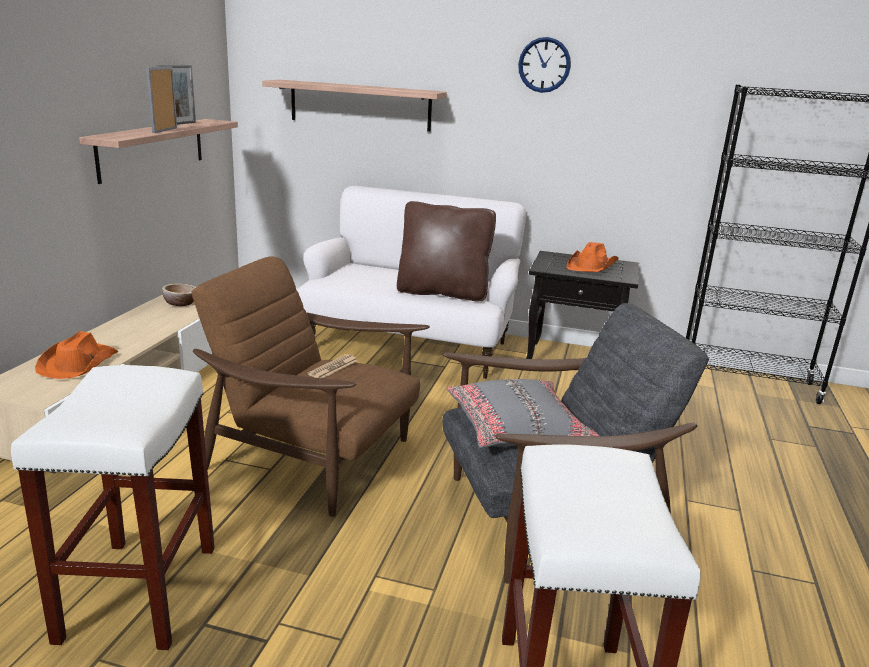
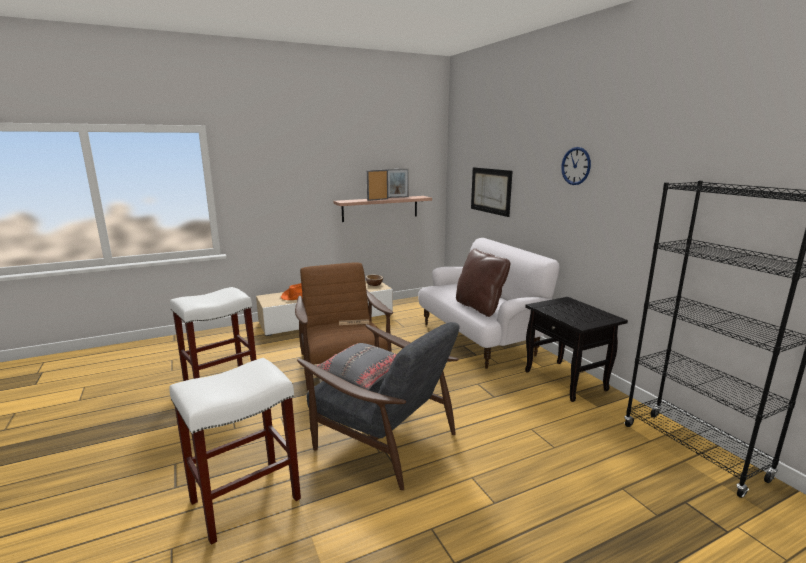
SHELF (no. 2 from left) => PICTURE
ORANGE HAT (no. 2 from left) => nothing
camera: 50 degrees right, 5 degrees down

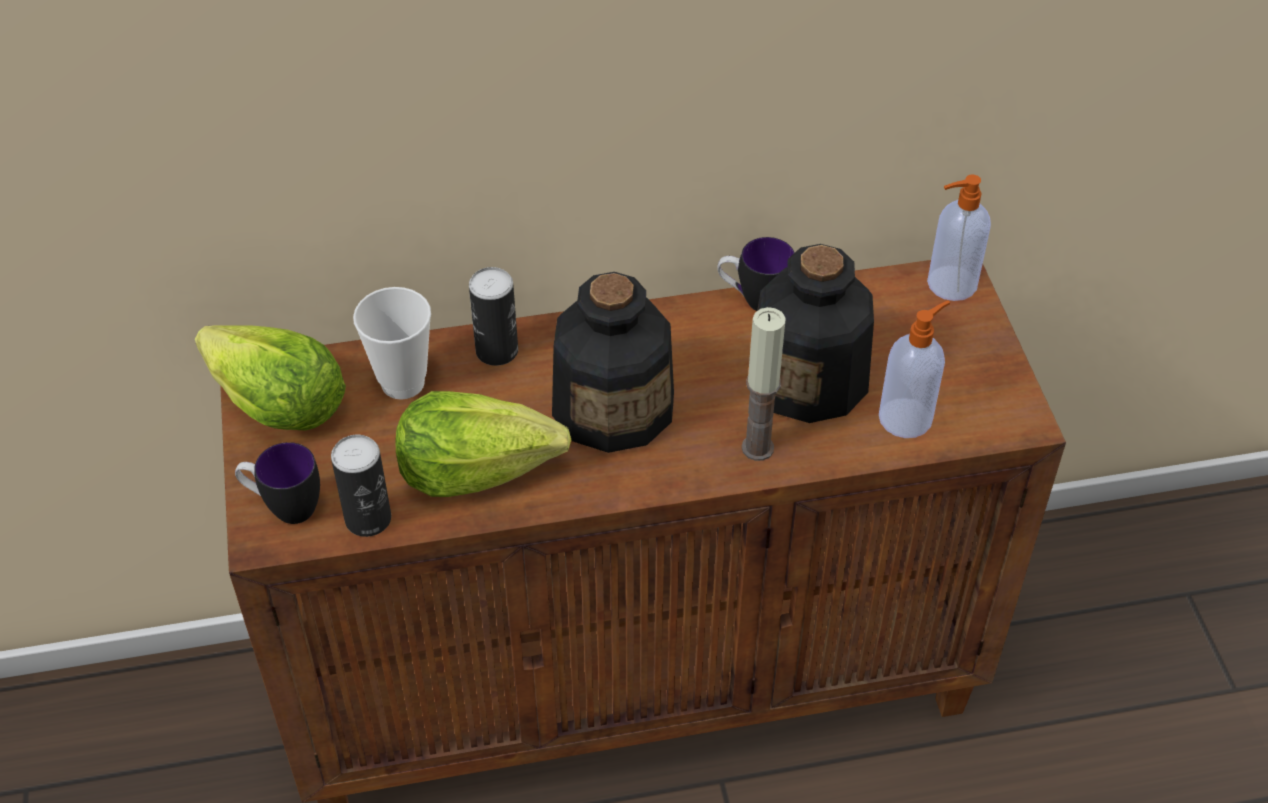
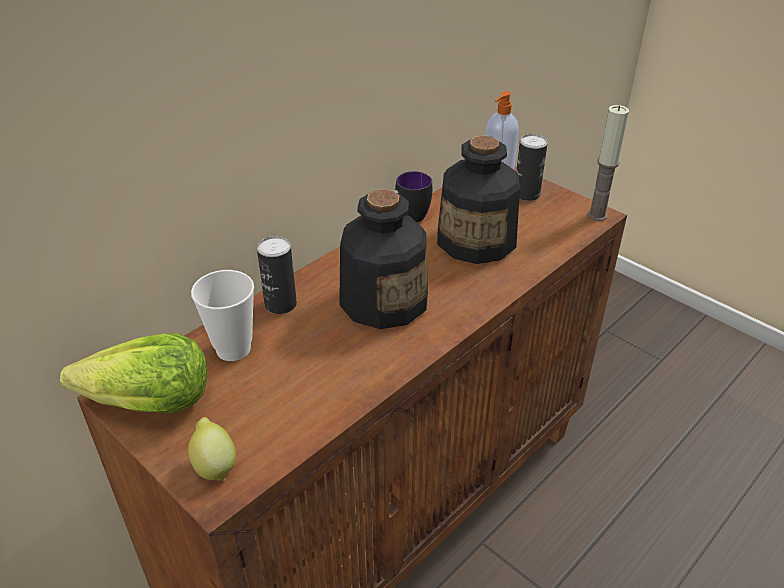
MUG (no. 1 from left) => LEMON
CAN (no. 1 from left in the first image) => CAN (no. 2 from left), relocated
CANDLE, relocated
LETTUCE (no. 2 from left) => nothing
SOAP DISPENSER (no. 1 from left) => nothing
camera: 35 degrees left, 10 degrees down

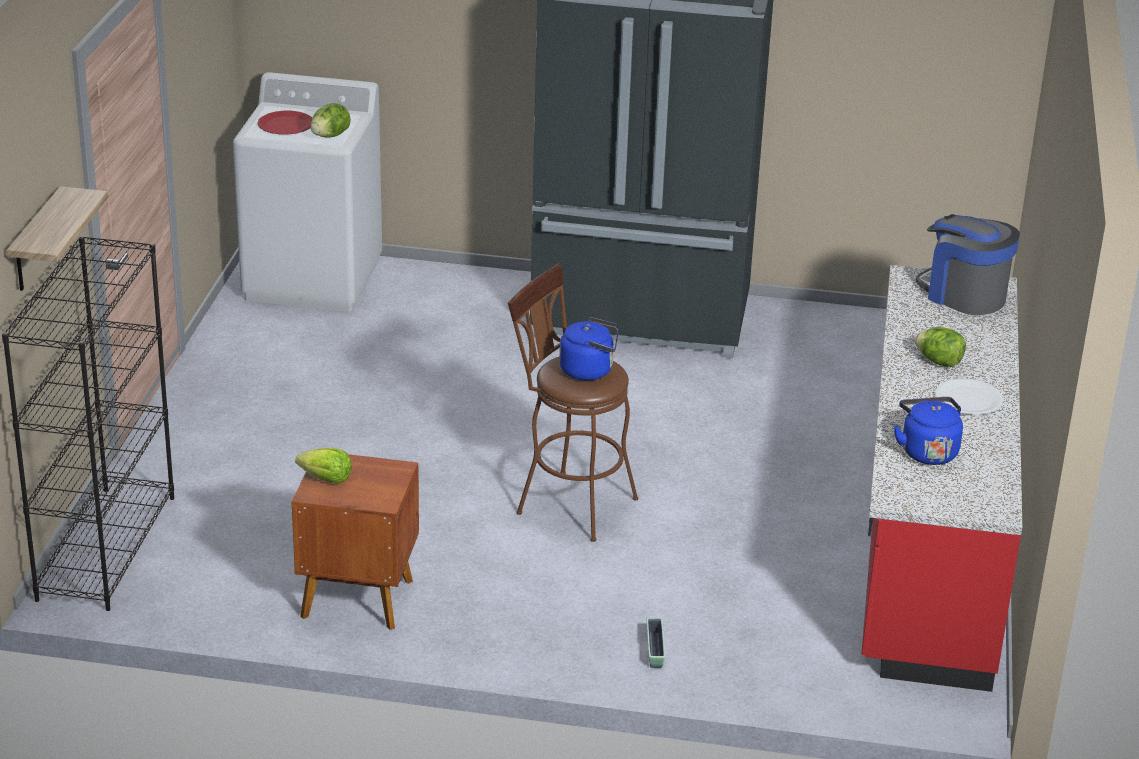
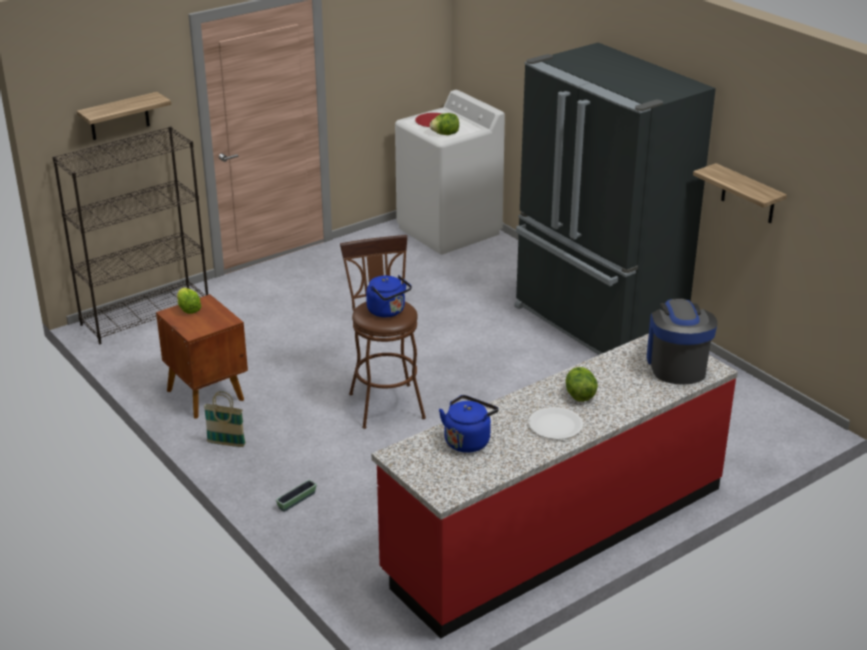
nothing => BASKET
nothing => SHELF (no. 2 from left)
camera: 45 degrees right, 0 degrees up

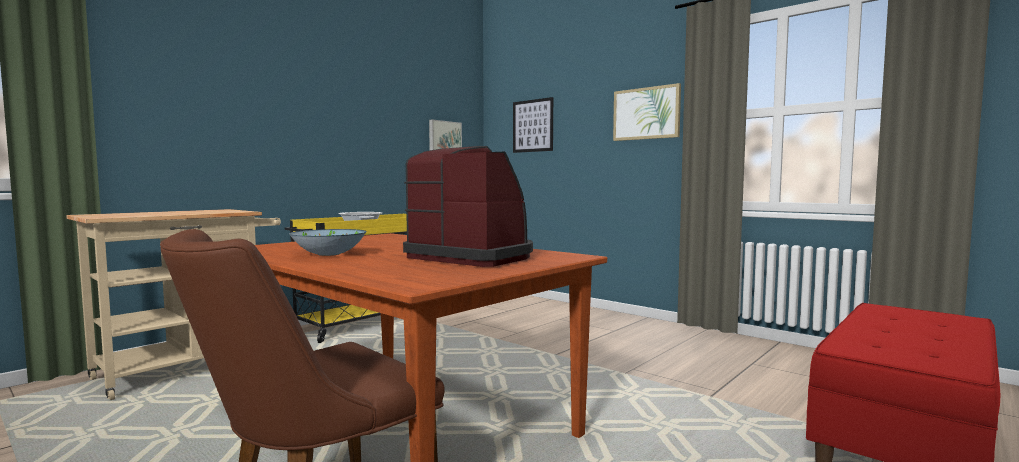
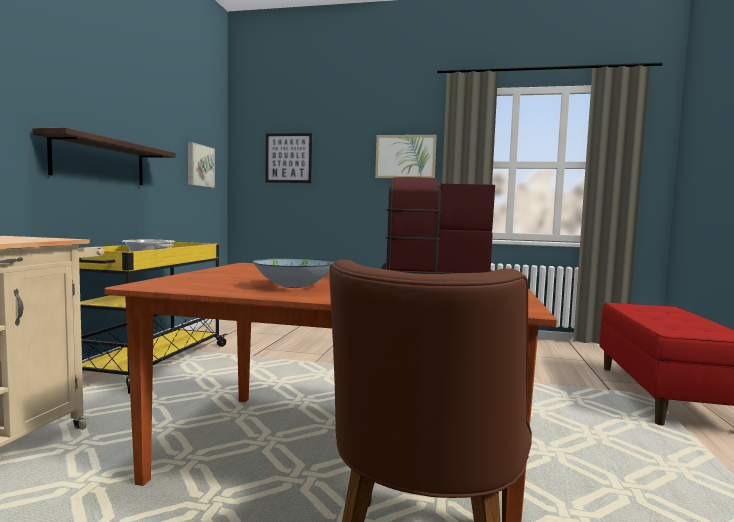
nothing => SHELF
camera: 30 degrees left, 0 degrees up

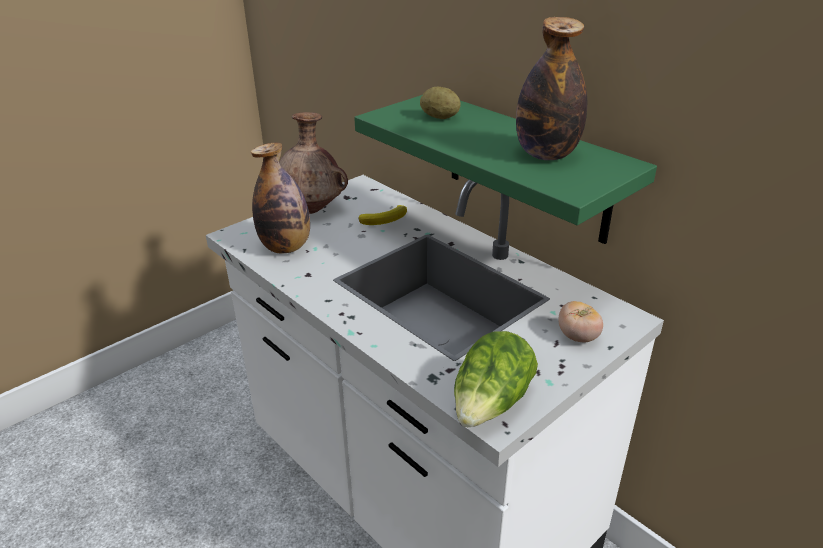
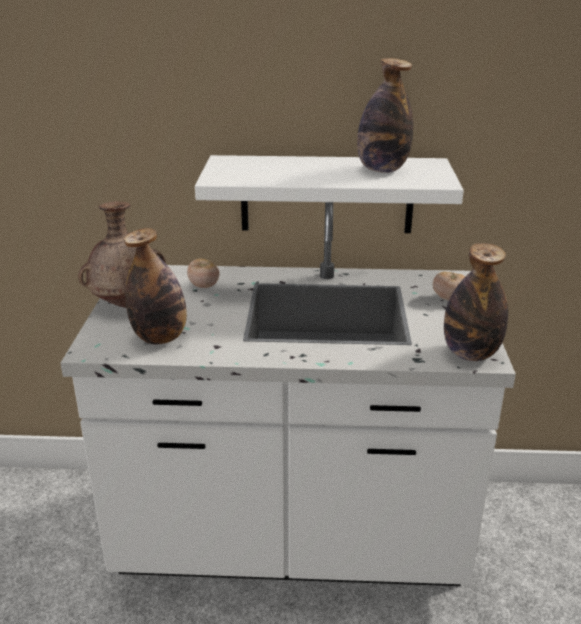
BANANA => TOMATO (no. 1 from left)
GREEN SHELF => WHITE SHELF
LETTUCE => BOTTLE (no. 3 from left)
POTATO => nothing
camera: 45 degrees left, 5 degrees down

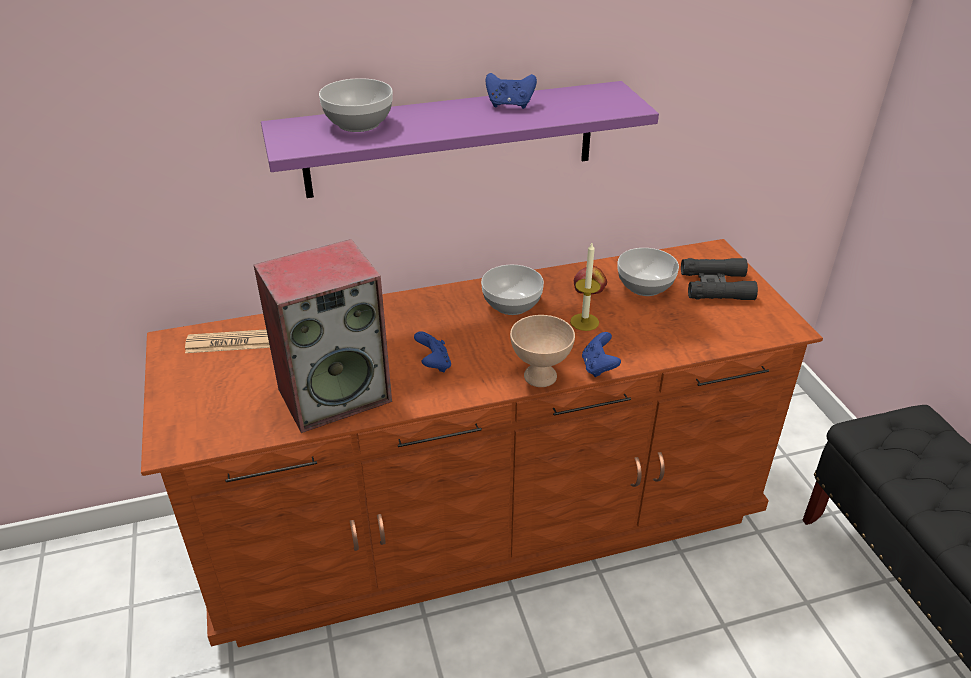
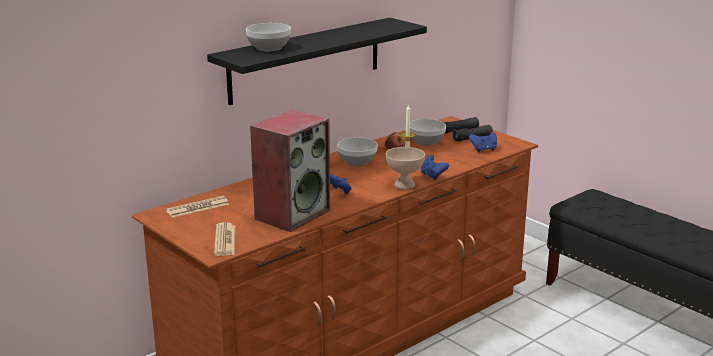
PURPLE SHELF => BLACK SHELF
nothing => NEWSPAPER (no. 2 from left)
BLUE GAME CONTROLLER (no. 2 from left in the first image) => BLUE GAME CONTROLLER (no. 3 from left), relocated
camera: 25 degrees left, 15 degrees down

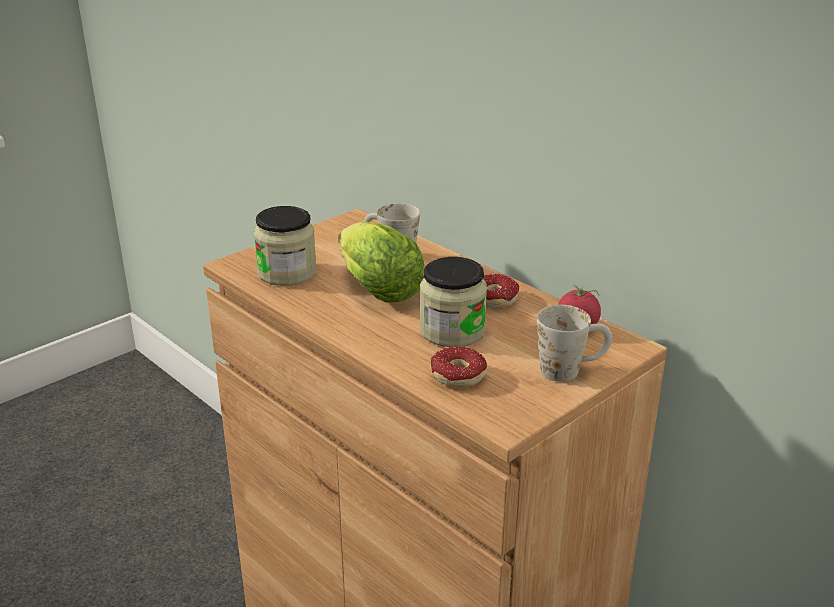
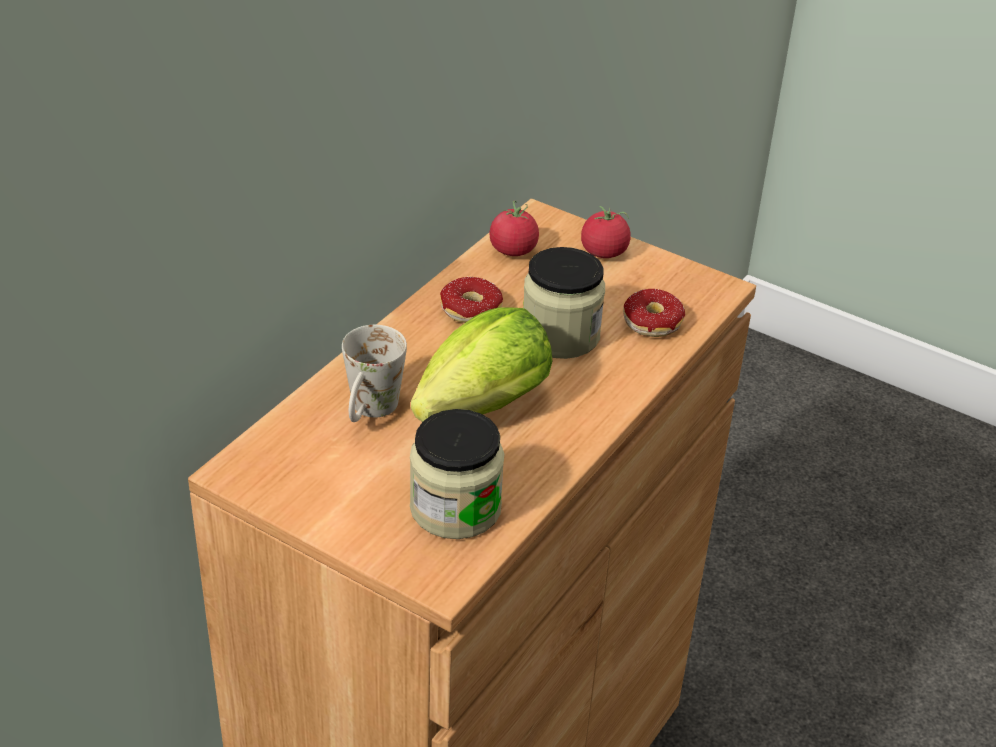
WHITE MUG (no. 2 from left) => TOMATO (no. 2 from left)
camera: 105 degrees left, 10 degrees up

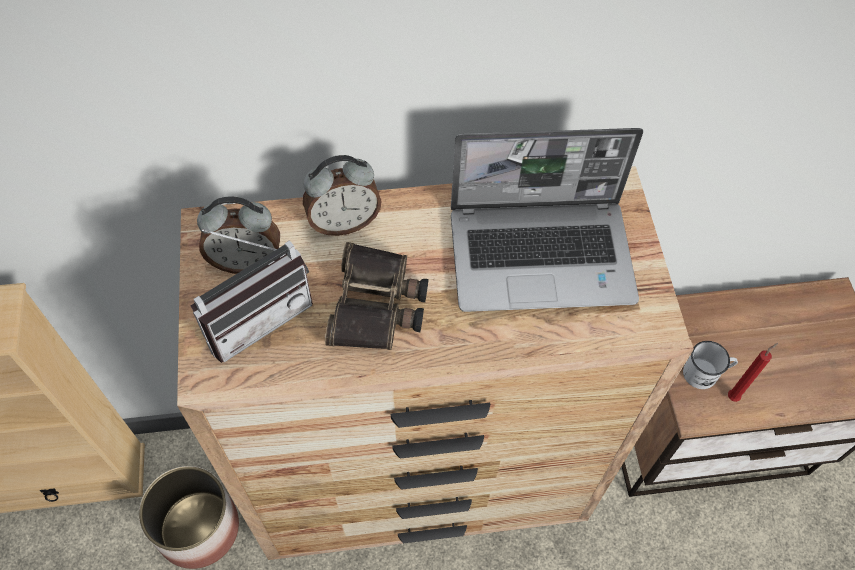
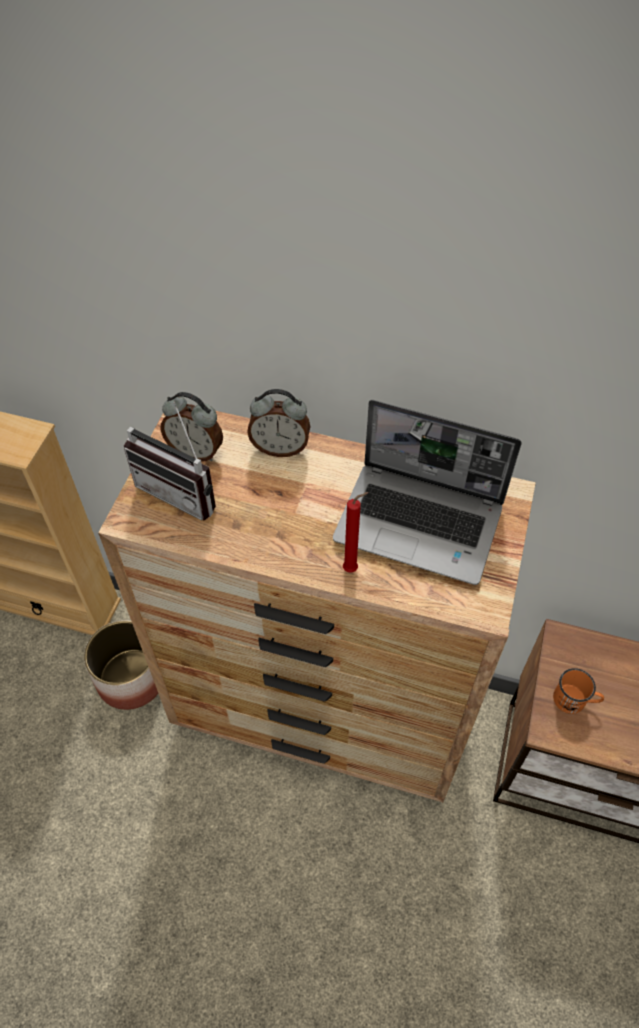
RADIO, 45 degrees clockwise
RED CANDLE, relocated
WHITE MUG => ORANGE MUG
BINOCULARS => nothing
camera: 25 degrees right, 5 degrees down

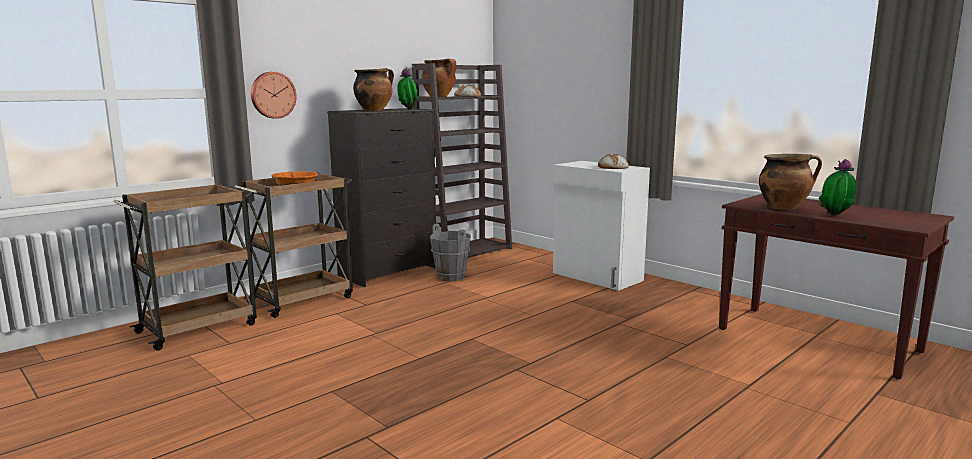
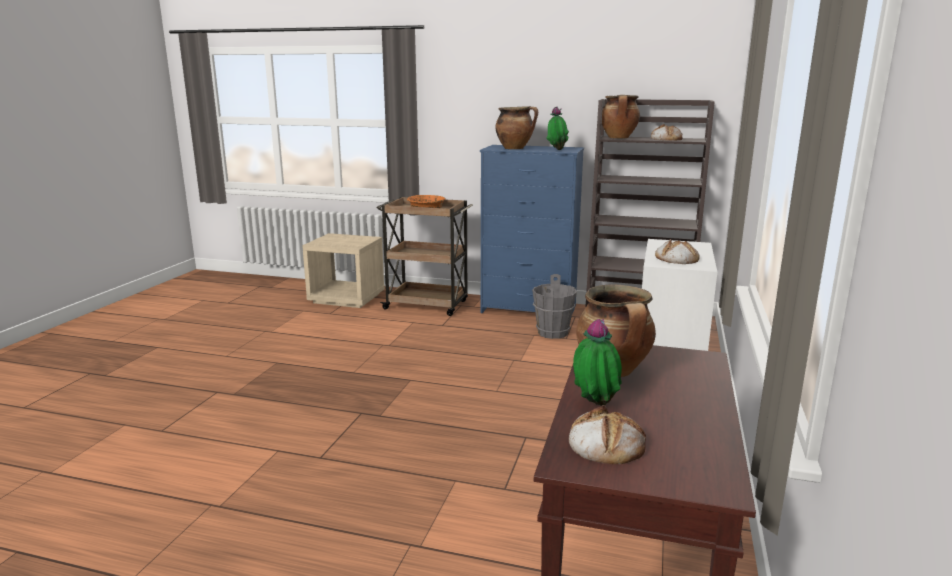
BROWN CART (no. 1 from left) => BEIGE NIGHTSTAND
BLACK DRESSER => BLUE DRESSER
nothing => BREAD (no. 1 from left)
WALL CLOCK => nothing
camera: 60 degrees right, 5 degrees up

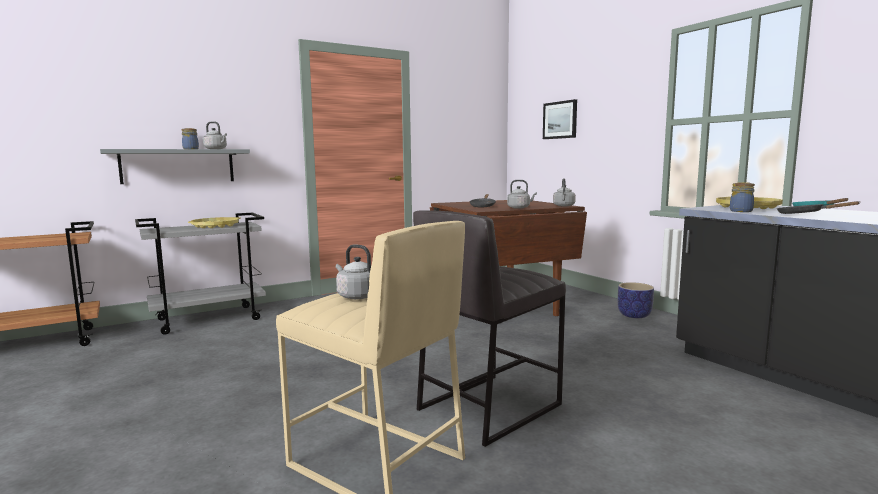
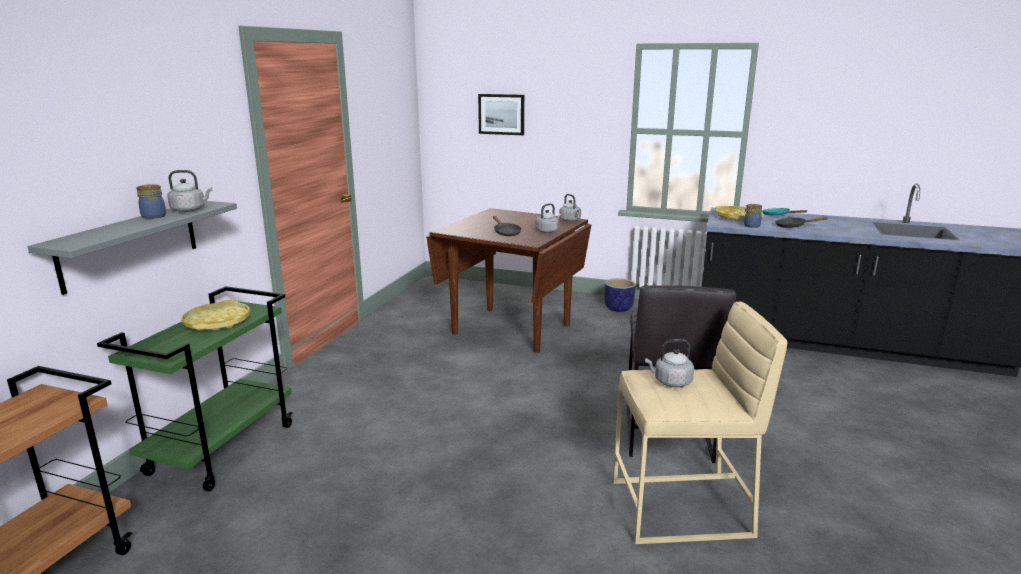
GREY CART => GREEN CART
camera: 40 degrees left, 10 degrees up

